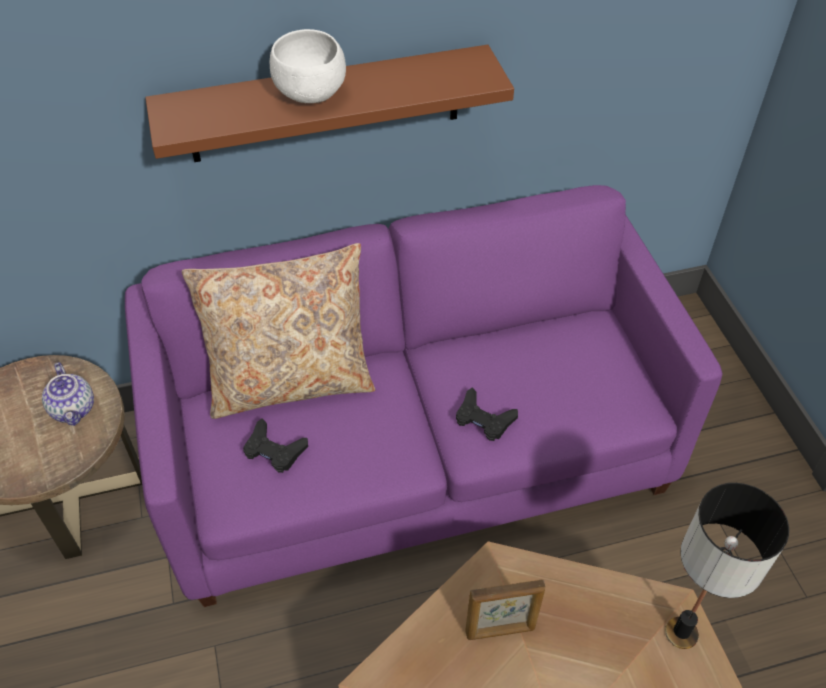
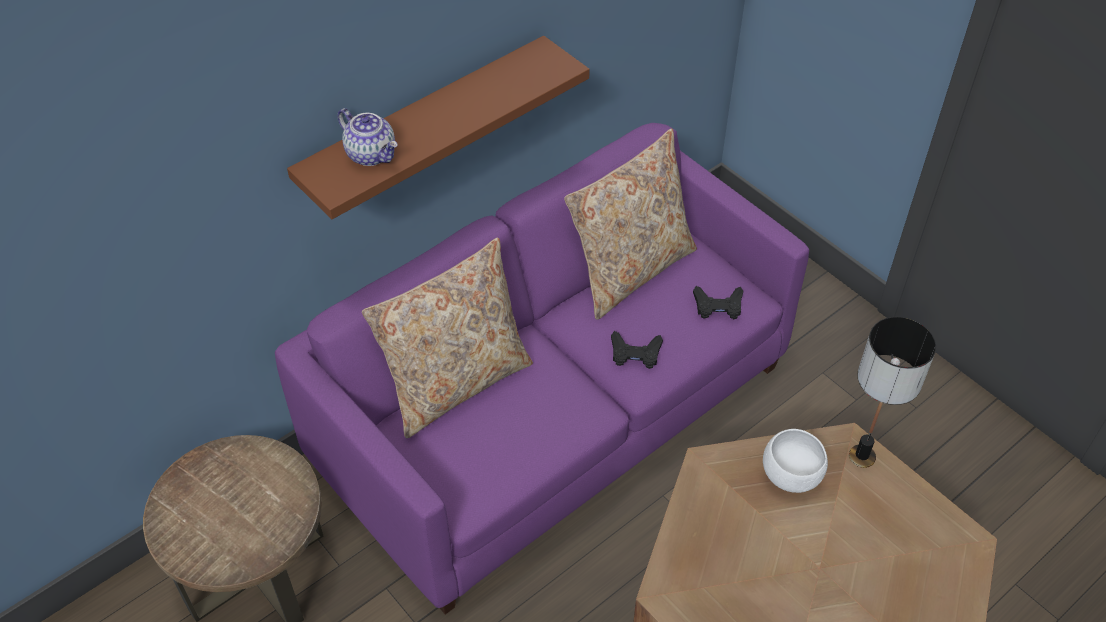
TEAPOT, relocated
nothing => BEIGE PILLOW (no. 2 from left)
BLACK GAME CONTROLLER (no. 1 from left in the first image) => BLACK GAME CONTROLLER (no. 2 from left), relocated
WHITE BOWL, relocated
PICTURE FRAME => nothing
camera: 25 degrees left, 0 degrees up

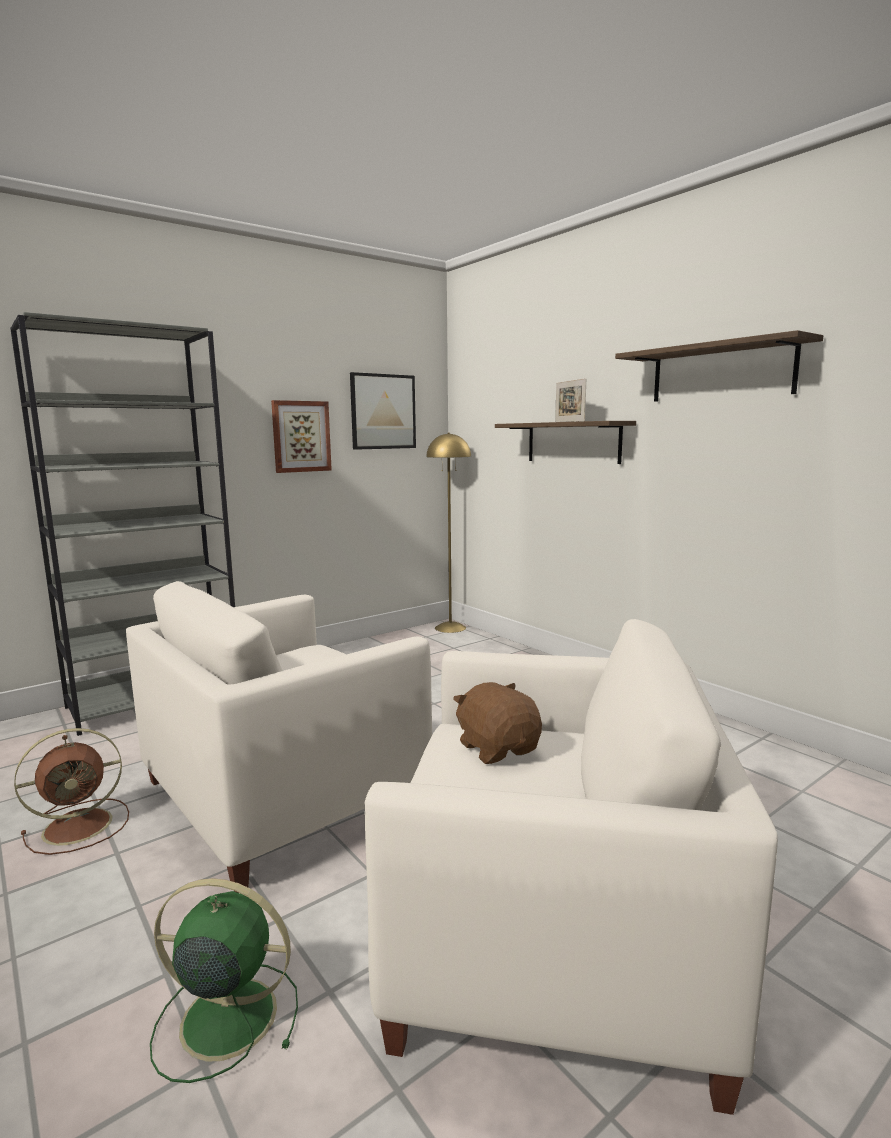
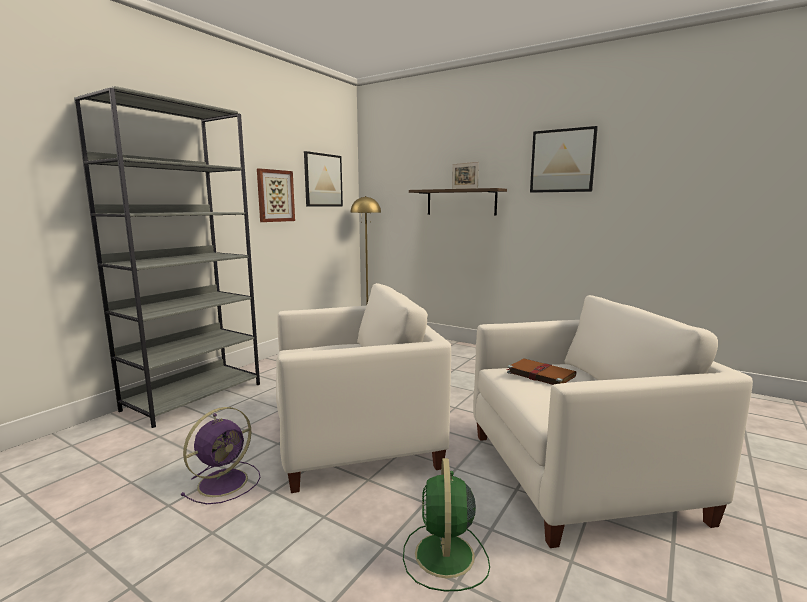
BROWN FAN => PURPLE FAN
WHITE ARMCHAIR (no. 1 from left), 135 degrees counterclockwise
GREEN FAN, 75 degrees counterclockwise
BROWN PLUSH TOY => BROWN BOOK
SHELF (no. 2 from left) => PICTURE (no. 3 from left)
camera: 20 degrees left, 0 degrees up

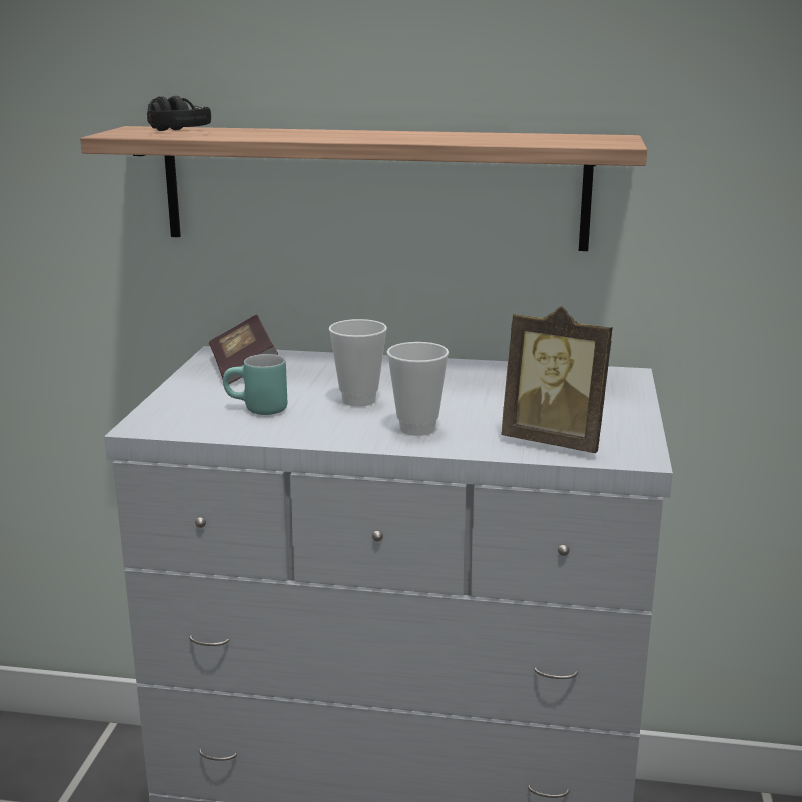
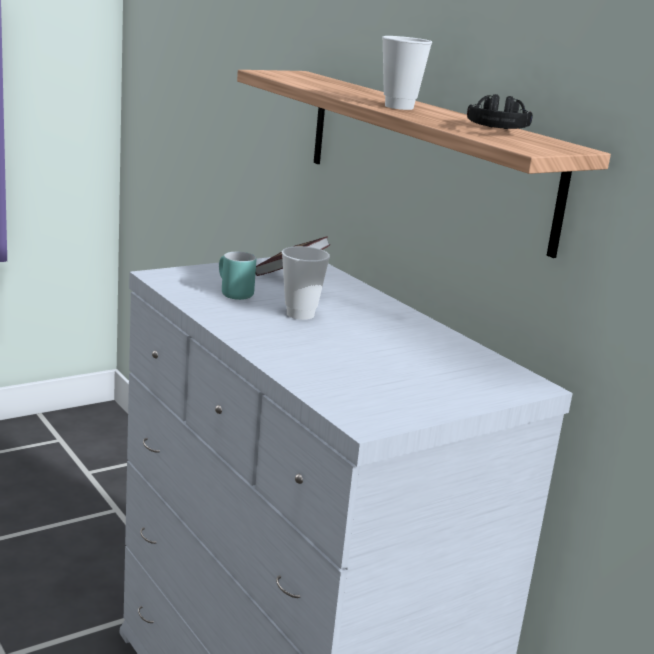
CUP (no. 2 from left), relocated
BLACK HEADPHONES, relocated
PICTURE FRAME => nothing
camera: 45 degrees right, 0 degrees up

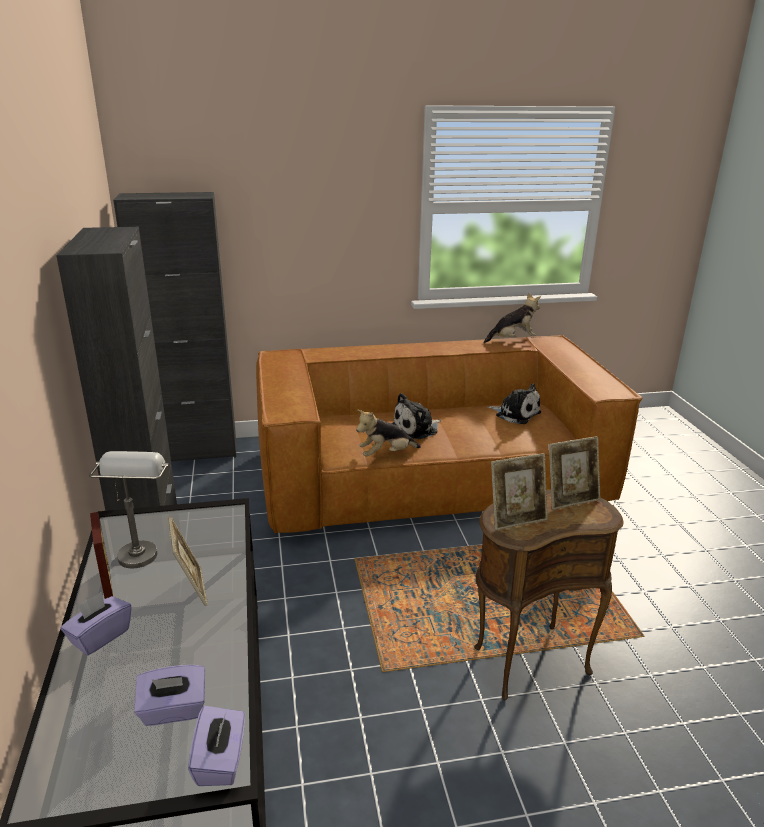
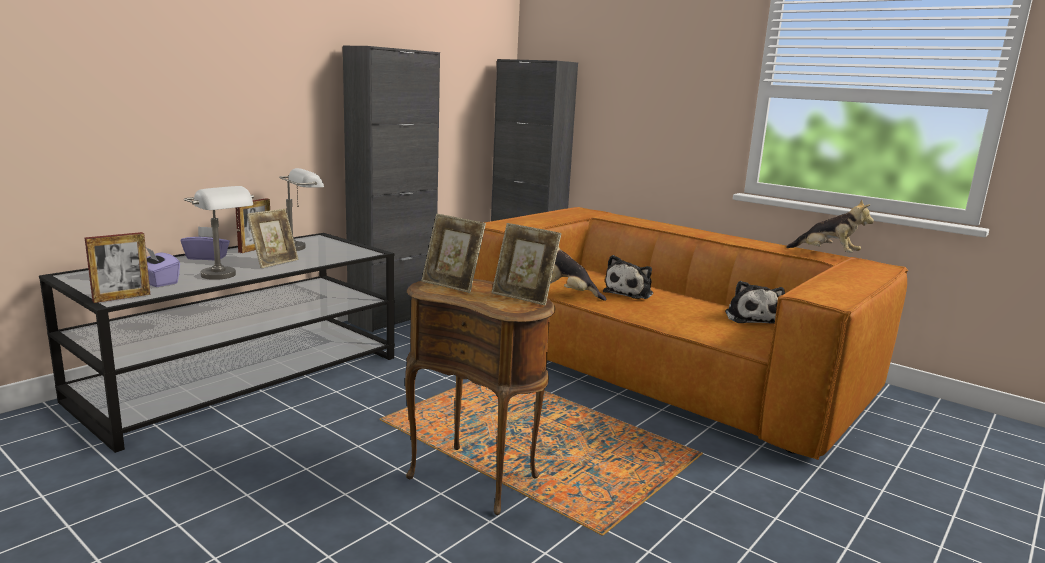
PURPLE TISSUE BOX (no. 3 from left) => PICTURE FRAME (no. 1 from left)
nothing => GREY TABLE LAMP (no. 1 from left)
PLUSH TOY (no. 2 from left), 75 degrees counterclockwise
camera: 50 degrees right, 10 degrees down

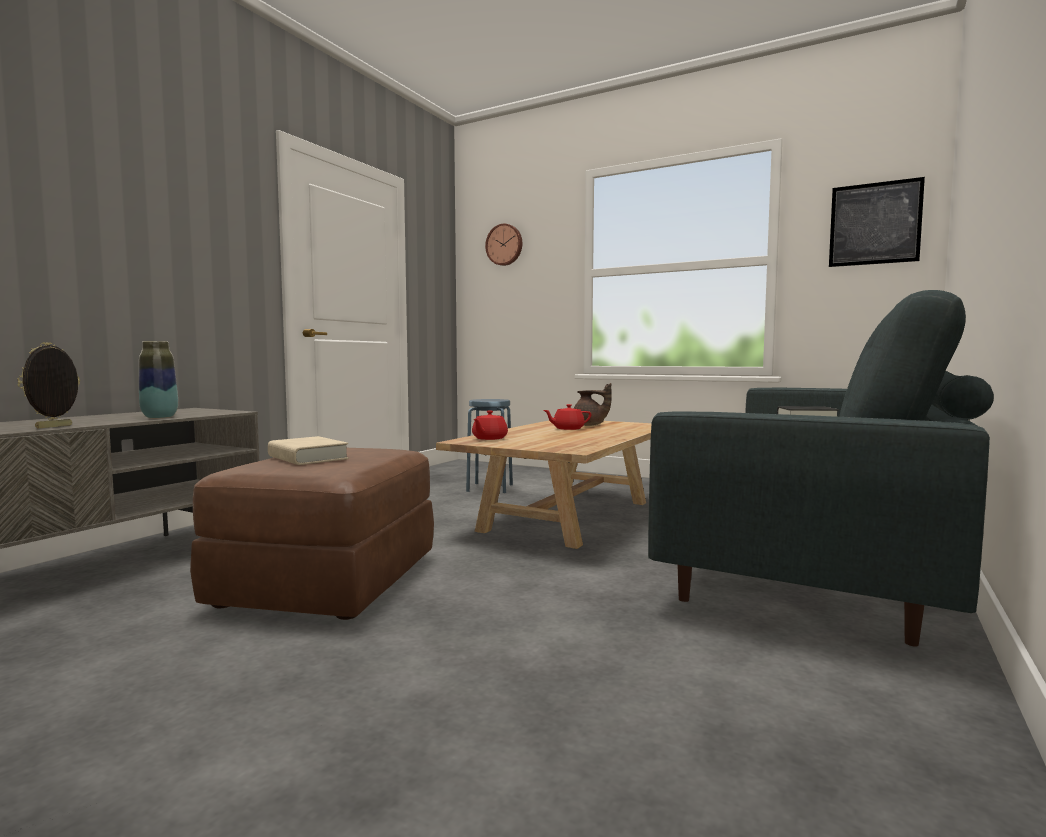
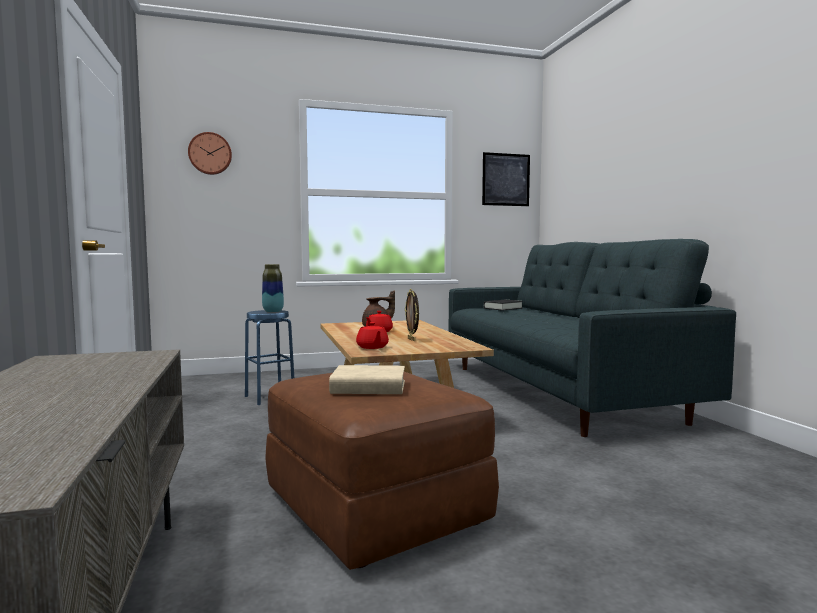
VASE, relocated
PICTURE FRAME, relocated
camera: 45 degrees left, 0 degrees up

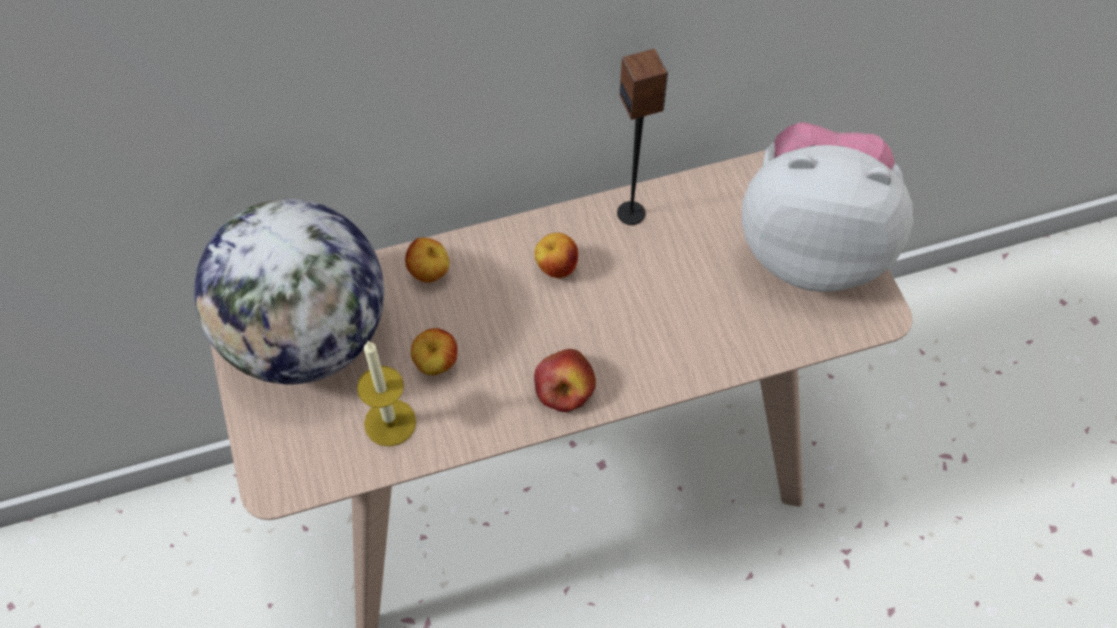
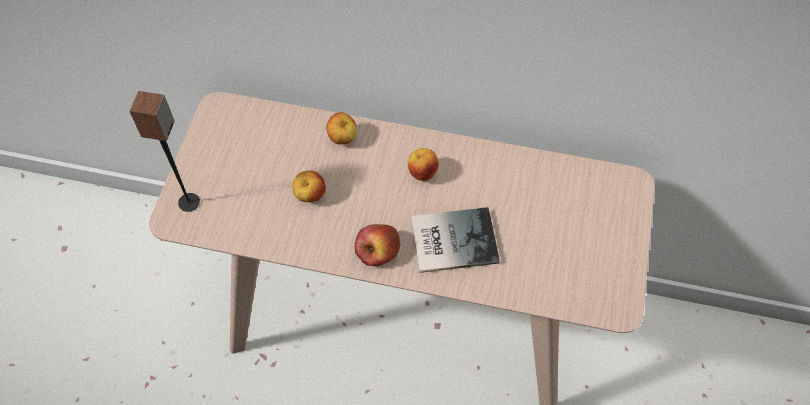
SPEAKER, relocated
nothing => BOOK
GLOBE => nothing
CANDLE => nothing
PLUSH TOY => nothing
camera: 30 degrees right, 0 degrees up

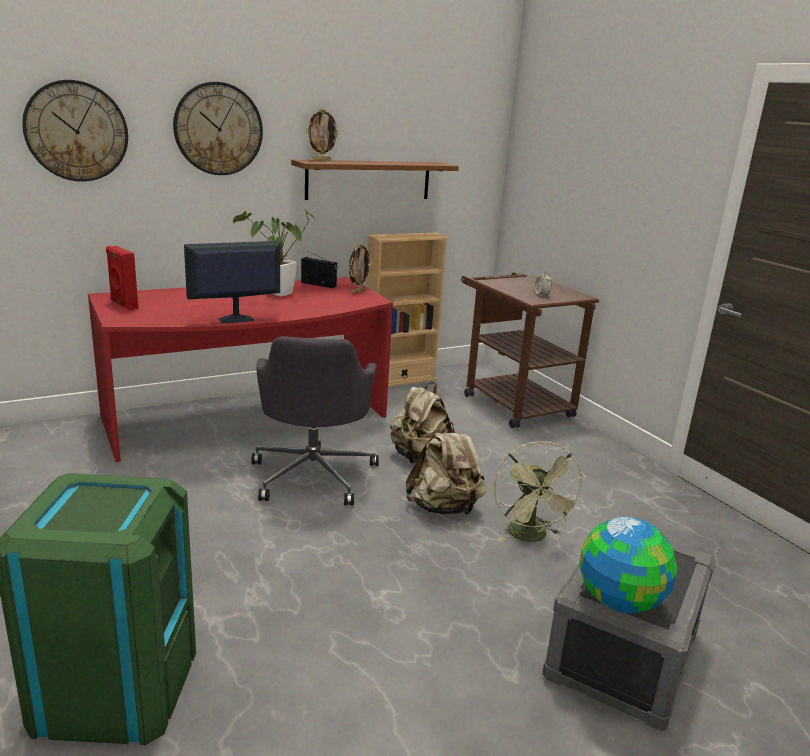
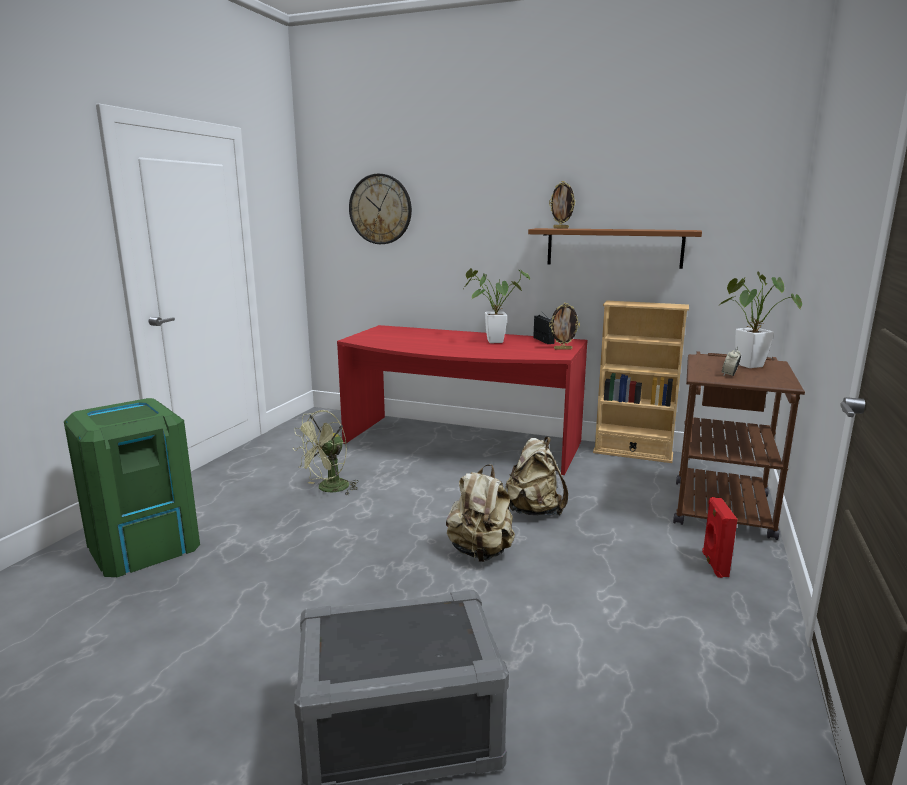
GREEN FAN, relocated
RED SPEAKER, relocated
nothing => POTTED PLANT (no. 2 from left)
WALL CLOCK (no. 2 from left) => nothing
MONITOR => nothing
GREY OFFICE CHAIR => nothing
GLOBE => nothing
camera: 50 degrees right, 5 degrees down

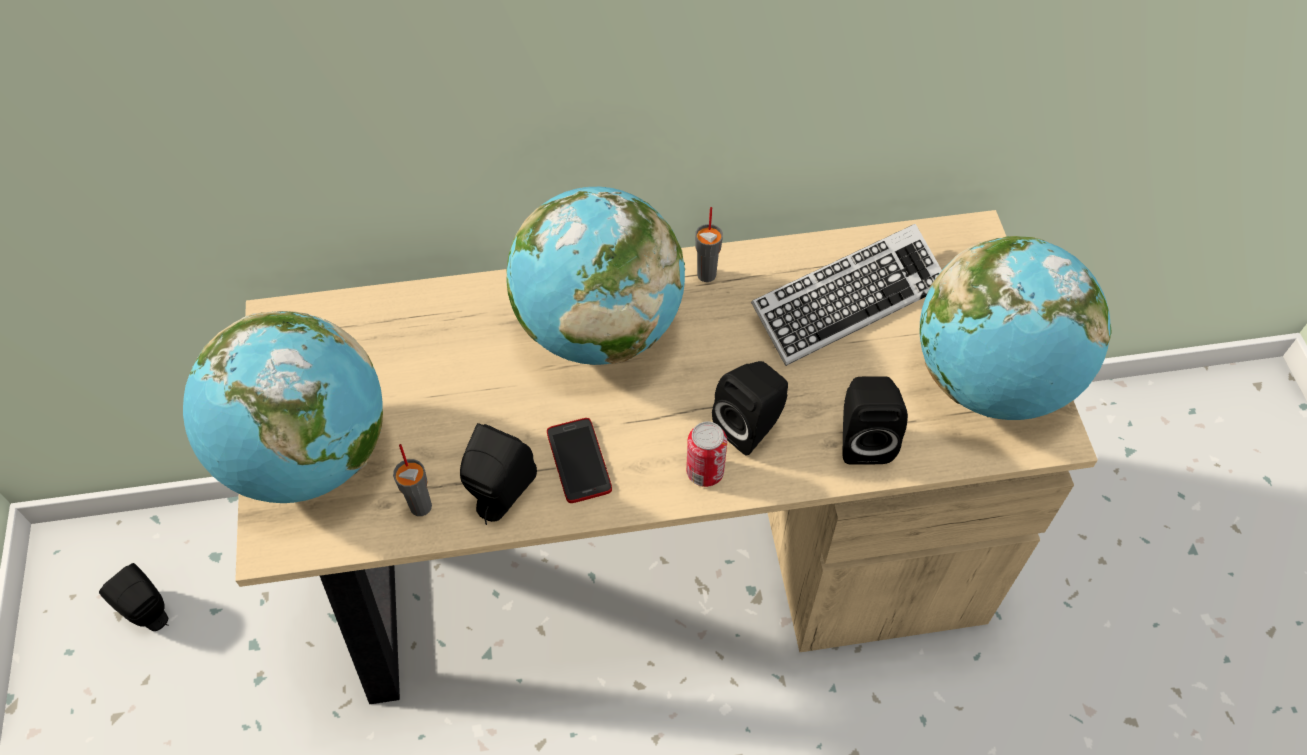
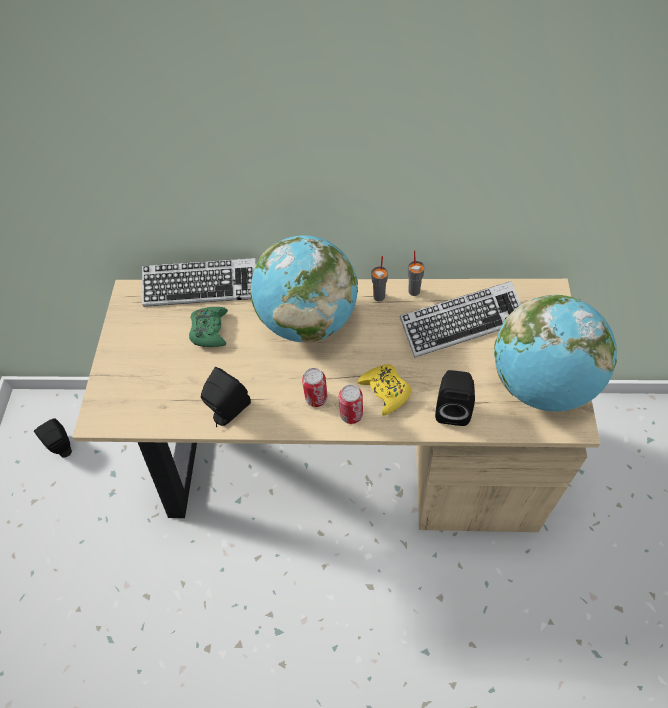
nothing => KEYBOARD (no. 1 from left)
nothing => GREEN GAME CONTROLLER
nothing => CAN (no. 1 from left)
BLACK SPEAKER (no. 3 from left) => YELLOW GAME CONTROLLER
GREY CUP (no. 1 from left in the first image) => GREY CUP (no. 2 from left), relocated
GLOBE (no. 1 from left) => nothing
PHONE => nothing
camera: 15 degrees right, 0 degrees up

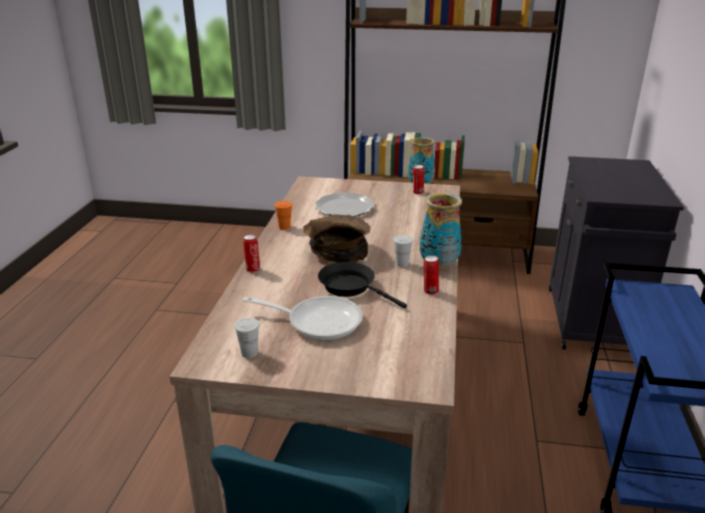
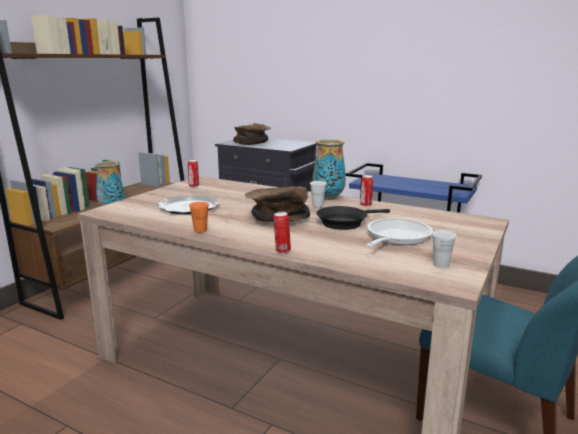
nothing => BROWN BOWL (no. 1 from left)
camera: 70 degrees left, 10 degrees down

